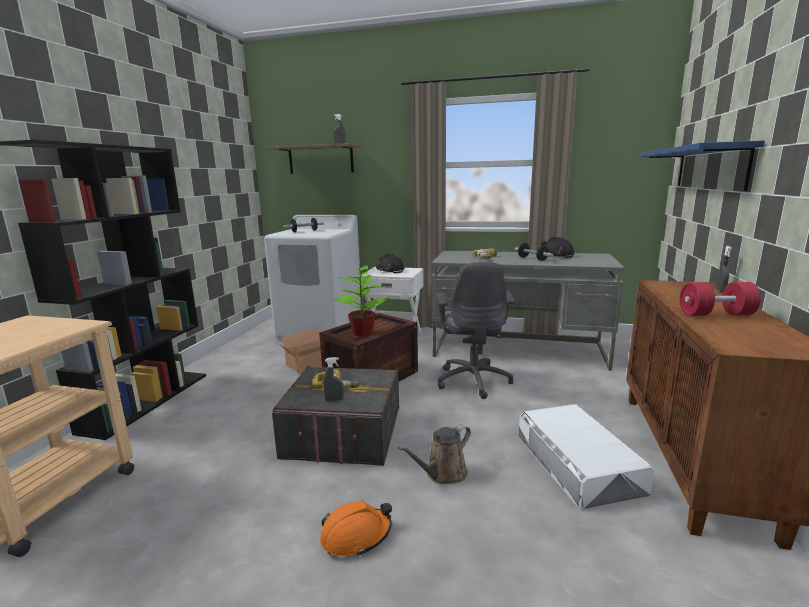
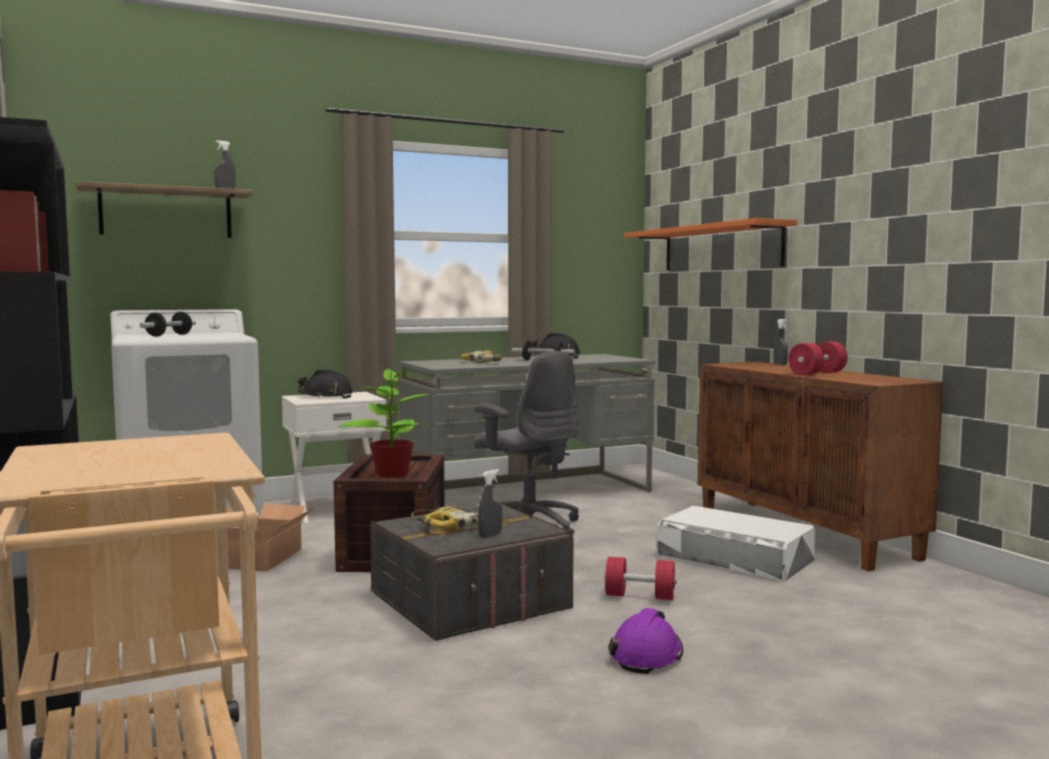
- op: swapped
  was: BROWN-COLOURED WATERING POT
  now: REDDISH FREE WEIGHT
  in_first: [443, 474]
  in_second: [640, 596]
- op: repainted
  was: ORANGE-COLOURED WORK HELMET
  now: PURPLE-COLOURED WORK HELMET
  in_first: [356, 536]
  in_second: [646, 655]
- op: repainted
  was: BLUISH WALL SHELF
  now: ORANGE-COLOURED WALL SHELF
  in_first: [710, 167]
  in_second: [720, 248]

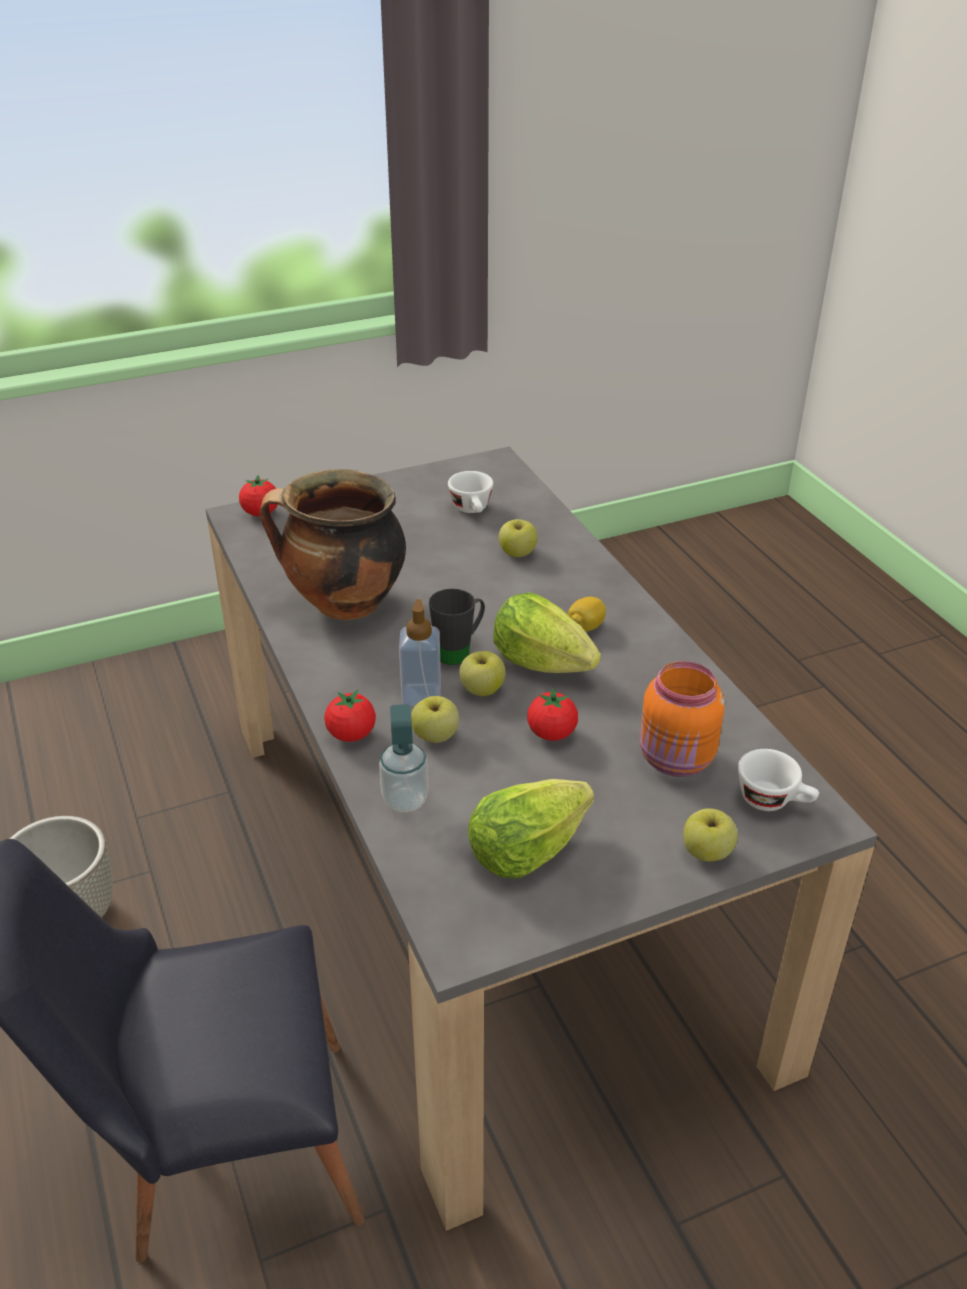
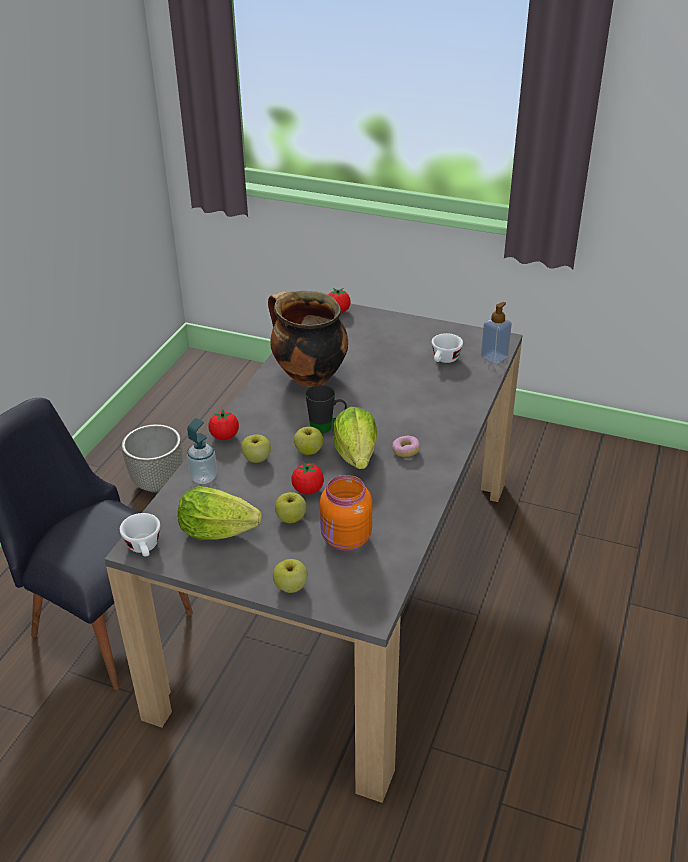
- op: shifted
  was: SOAP BOTTLE
  in_first: [421, 695]
  in_second: [494, 357]
- op: shifted
  was: APPLE FRUIT
  in_first: [518, 553]
  in_second: [291, 518]
- op: shifted
  was: WHITISH CUP
  in_first: [773, 800]
  in_second: [145, 548]
- op: swapped
  was: CITRUS FRUIT
  now: DONUT
  in_first: [585, 627]
  in_second: [406, 451]

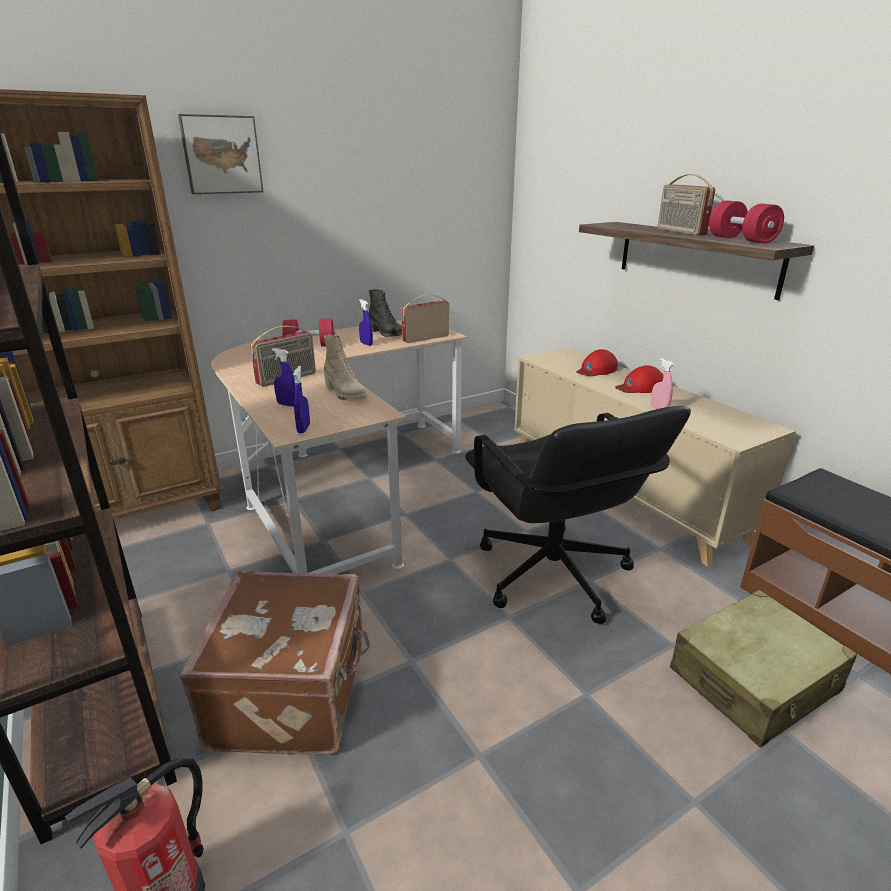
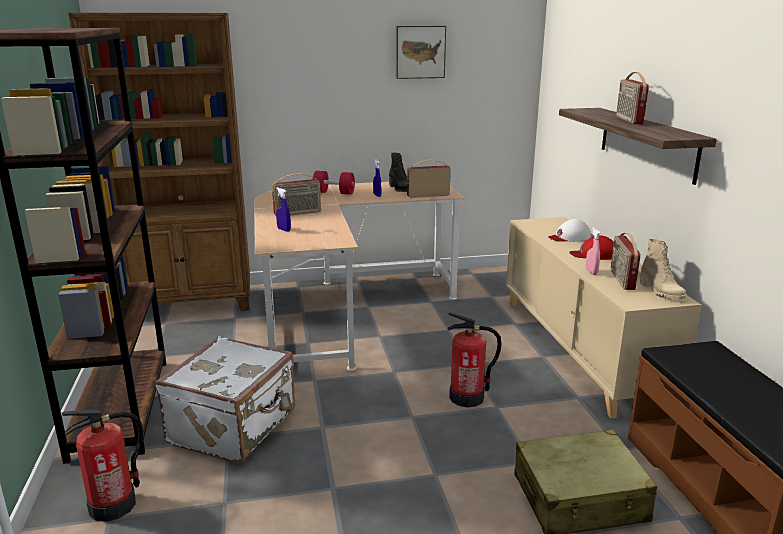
- op: gone
  was: BLUISH SPRAYER
  in_first: [303, 429]
- op: gone
  was: REDDISH FREE WEIGHT
  in_first: [741, 239]
- op: new
  now: RADIO RECEIVER
  in_second: [621, 280]
- op: shifted
  was: WALL PICTURE
  in_first: [221, 155]
  in_second: [419, 52]
- op: shifted
  was: SAND-COLOURED BOOT
  in_first: [345, 394]
  in_second: [660, 292]
- op: swapped
  was: BLACK OFFICE CHAIR
  now: FIRE EXTINGUISHER
  in_first: [552, 575]
  in_second: [467, 397]
- op: repainted
  was: BROWN-COLOURED SUITCASE
  now: WHITISH SUITCASE
  in_first: [294, 693]
  in_second: [235, 427]
- op: repainted
  was: REDDISH BASEBALL CAP
  now: WHITISH BASEBALL CAP
  in_first: [596, 370]
  in_second: [569, 237]

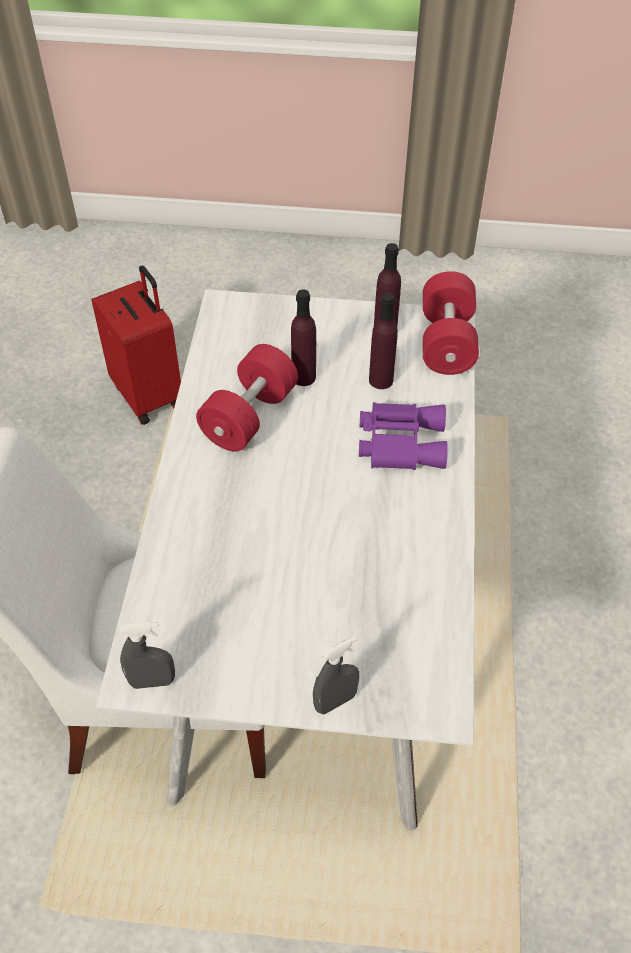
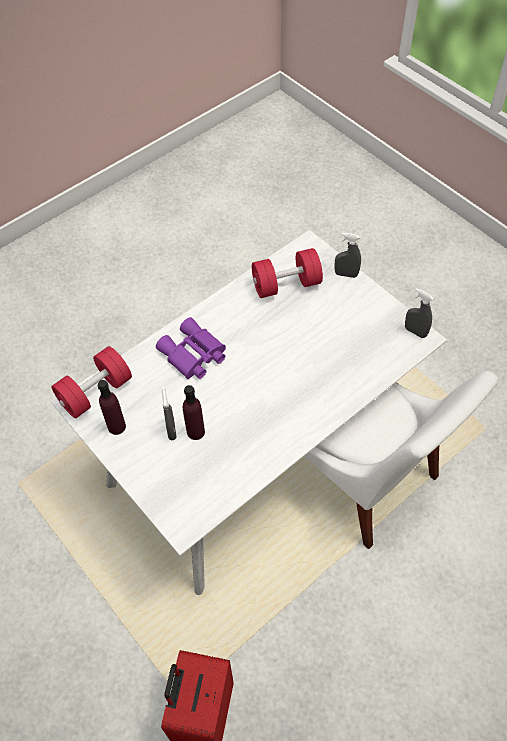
- op: gone
  was: PURPLE-COLOURED BEVERAGE BOTTLE
  in_first: [381, 380]
- op: new
  now: GRAY SPRAYER
  in_second: [171, 430]
- op: shifted
  was: REDDISH FREE WEIGHT
  in_first: [249, 416]
  in_second: [286, 284]

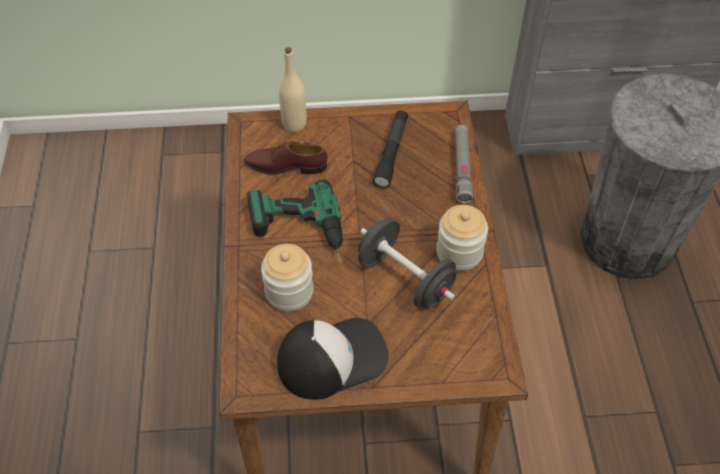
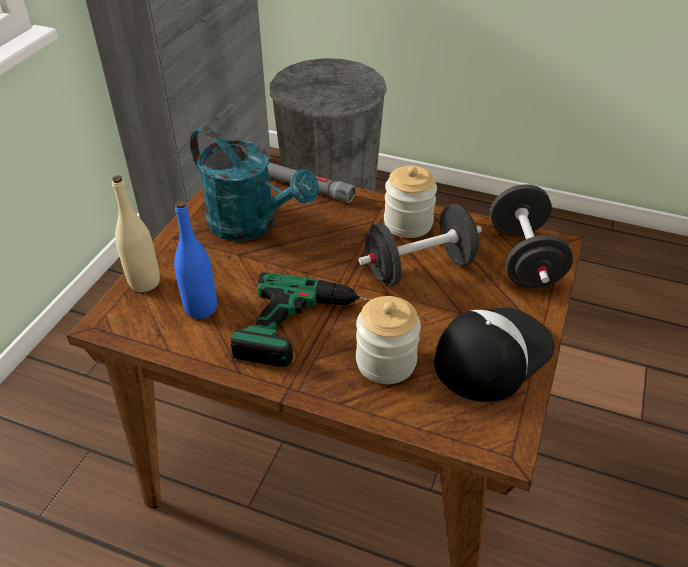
- op: new
  now: BLACK FREE WEIGHT
  in_second: [524, 258]
- op: swapped
  was: BROWN-COLOURED ITEM OF FOOTWEAR
  now: BLUISH BEVERAGE BOTTLE
  in_first: [286, 166]
  in_second: [201, 308]
- op: swapped
  was: BLACK HAND TORCH
  now: BLUE-GREEN WATERING POT
  in_first: [391, 153]
  in_second: [252, 225]
- op: rotated
  was: BASEBALL CAP
  in_first: [332, 357]
  in_second: [492, 353]
  clockwise: 45

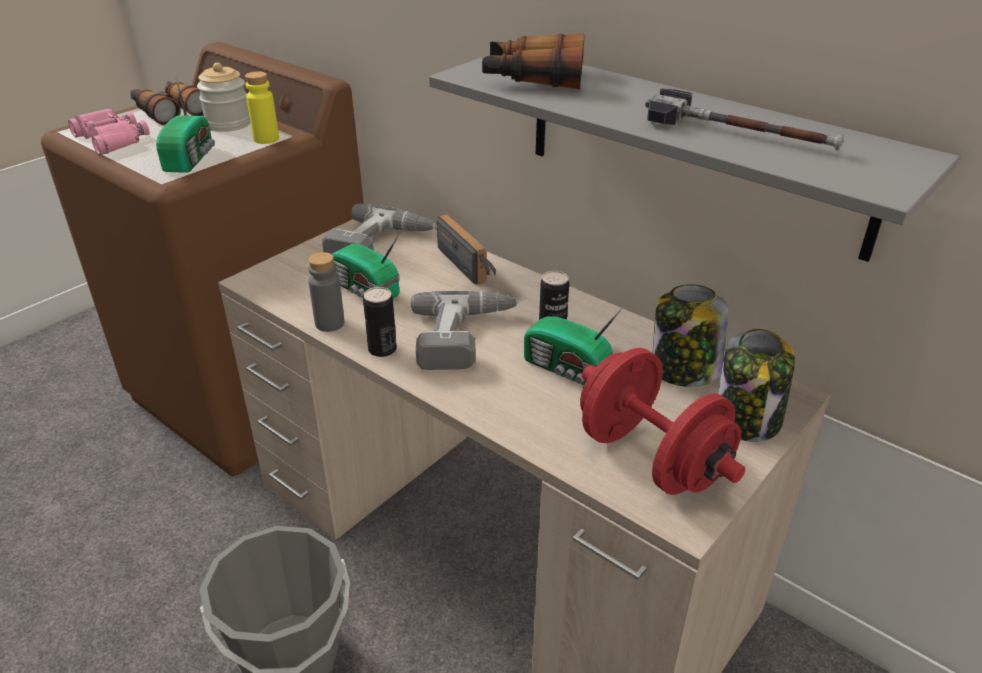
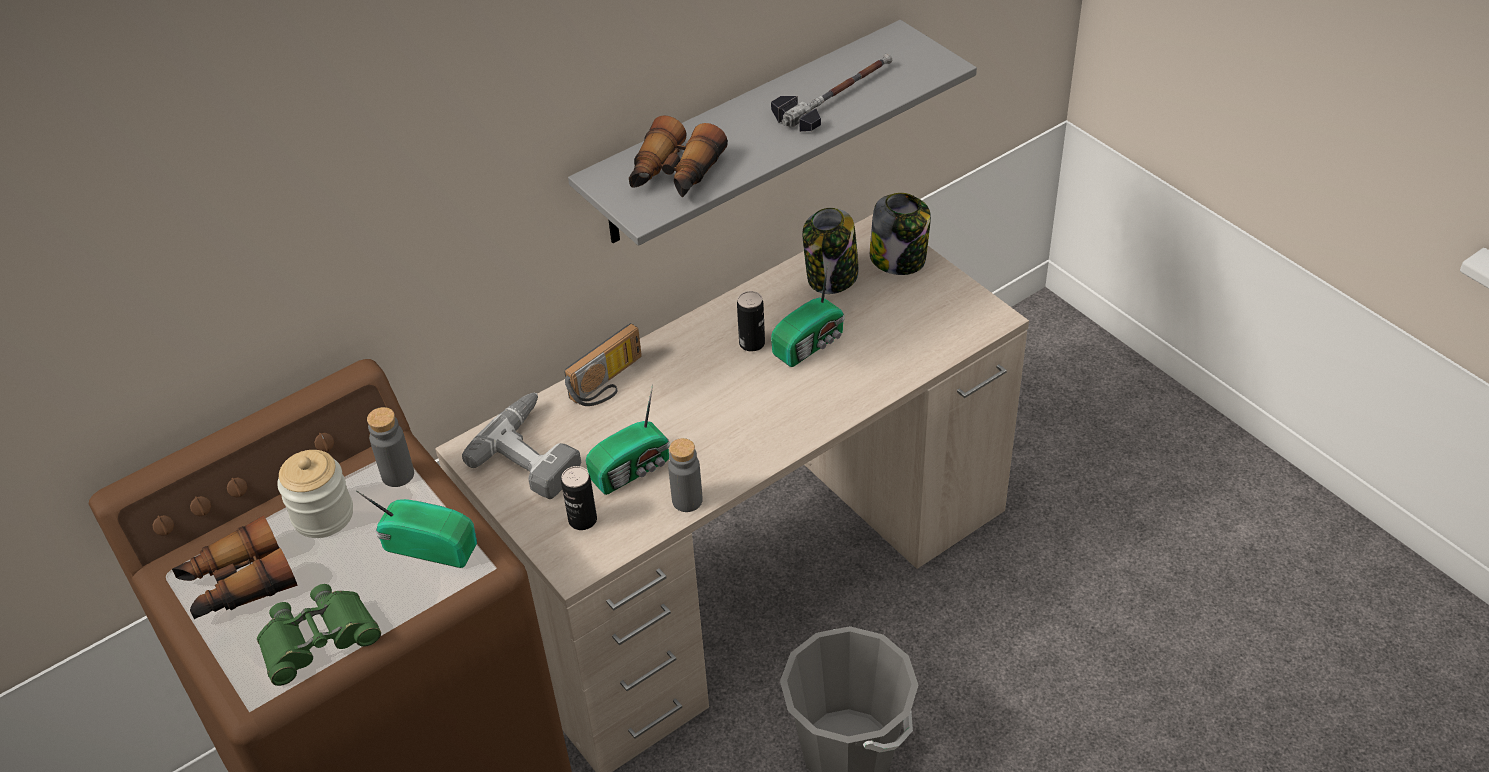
- op: gone
  was: ELECTRIC DRILL
  in_first: [465, 337]
- op: gone
  was: REDDISH FREE WEIGHT
  in_first: [651, 458]
- op: shifted
  was: CAN
  in_first: [382, 349]
  in_second: [582, 520]
- op: repainted
  was: PINK-COLOURED FIELD GLASSES
  now: GREEN FIELD GLASSES
  in_first: [111, 139]
  in_second: [318, 639]
- op: repainted
  was: YELLOWISH BEVERAGE BOTTLE
  now: GRAY BEVERAGE BOTTLE
  in_first: [266, 139]
  in_second: [398, 475]
- op: rotated
  was: RADIO RECEIVER
  in_first: [470, 264]
  in_second: [609, 383]
  clockwise: 150

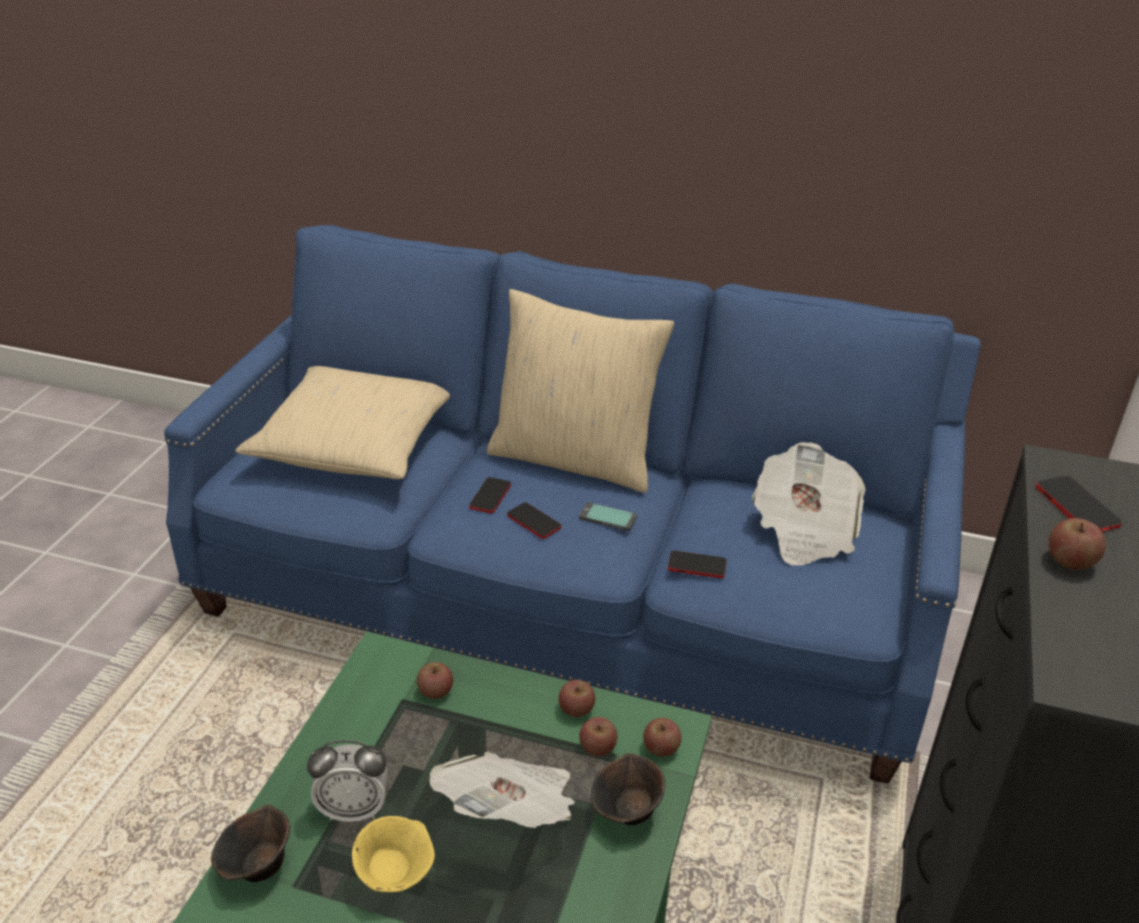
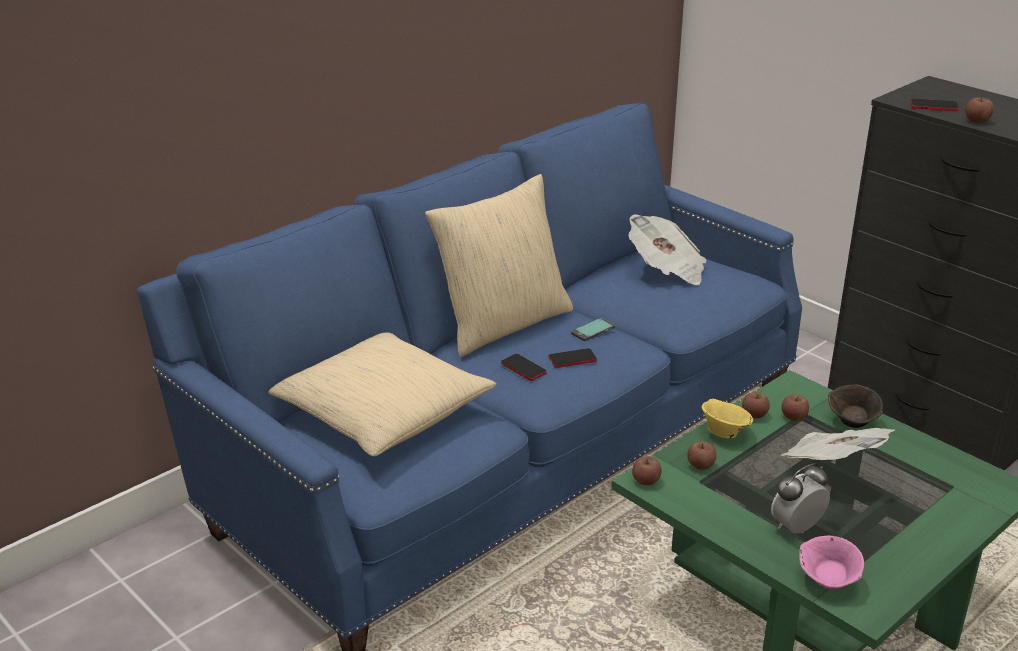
- op: gone
  was: HANDSET
  in_first: [697, 565]
- op: shifted
  was: YELLOWISH SERVING BOWL
  in_first: [395, 874]
  in_second: [724, 432]
- op: shifted
  was: APPLE FRUIT
  in_first: [661, 748]
  in_second: [646, 480]
- op: repainted
  was: BROWN-COLOURED SERVING BOWL
  now: PINK-COLOURED SERVING BOWL
  in_first: [257, 866]
  in_second: [828, 582]
- op: rotated
  was: ALARM CLOCK
  in_first: [353, 809]
  in_second: [796, 528]
  clockwise: -150

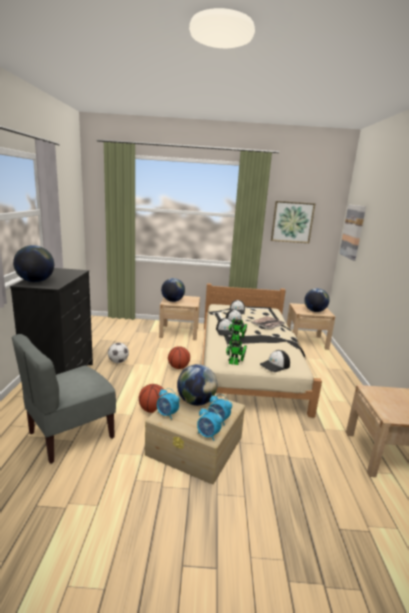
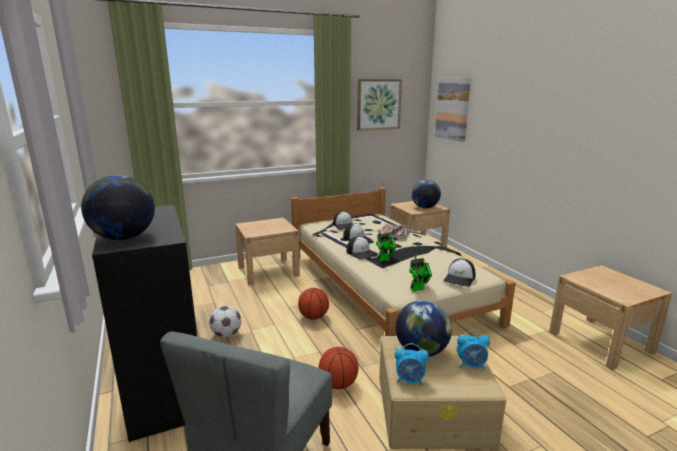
- op: gone
  was: DESK GLOBE
  in_first: [172, 301]
- op: gone
  was: ALARM CLOCK
  in_first: [208, 435]

